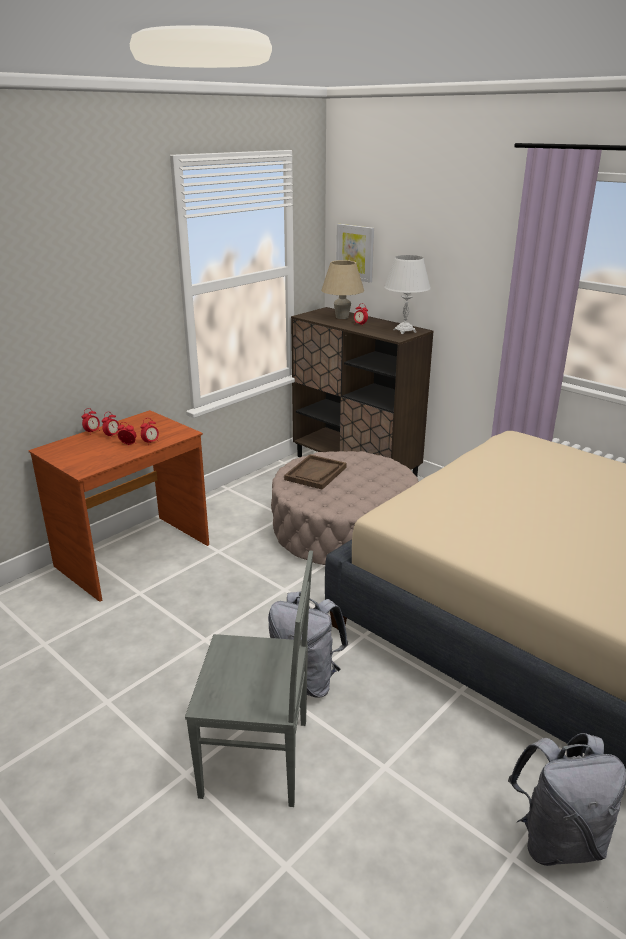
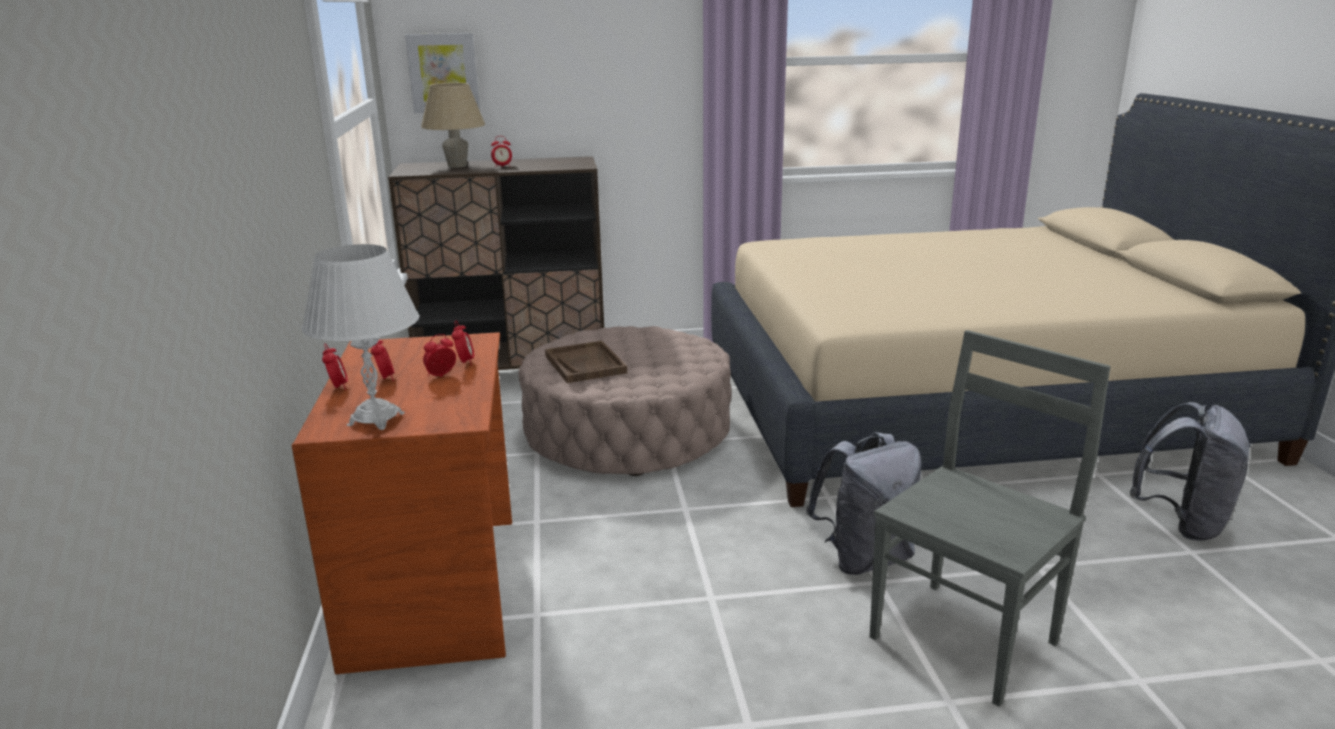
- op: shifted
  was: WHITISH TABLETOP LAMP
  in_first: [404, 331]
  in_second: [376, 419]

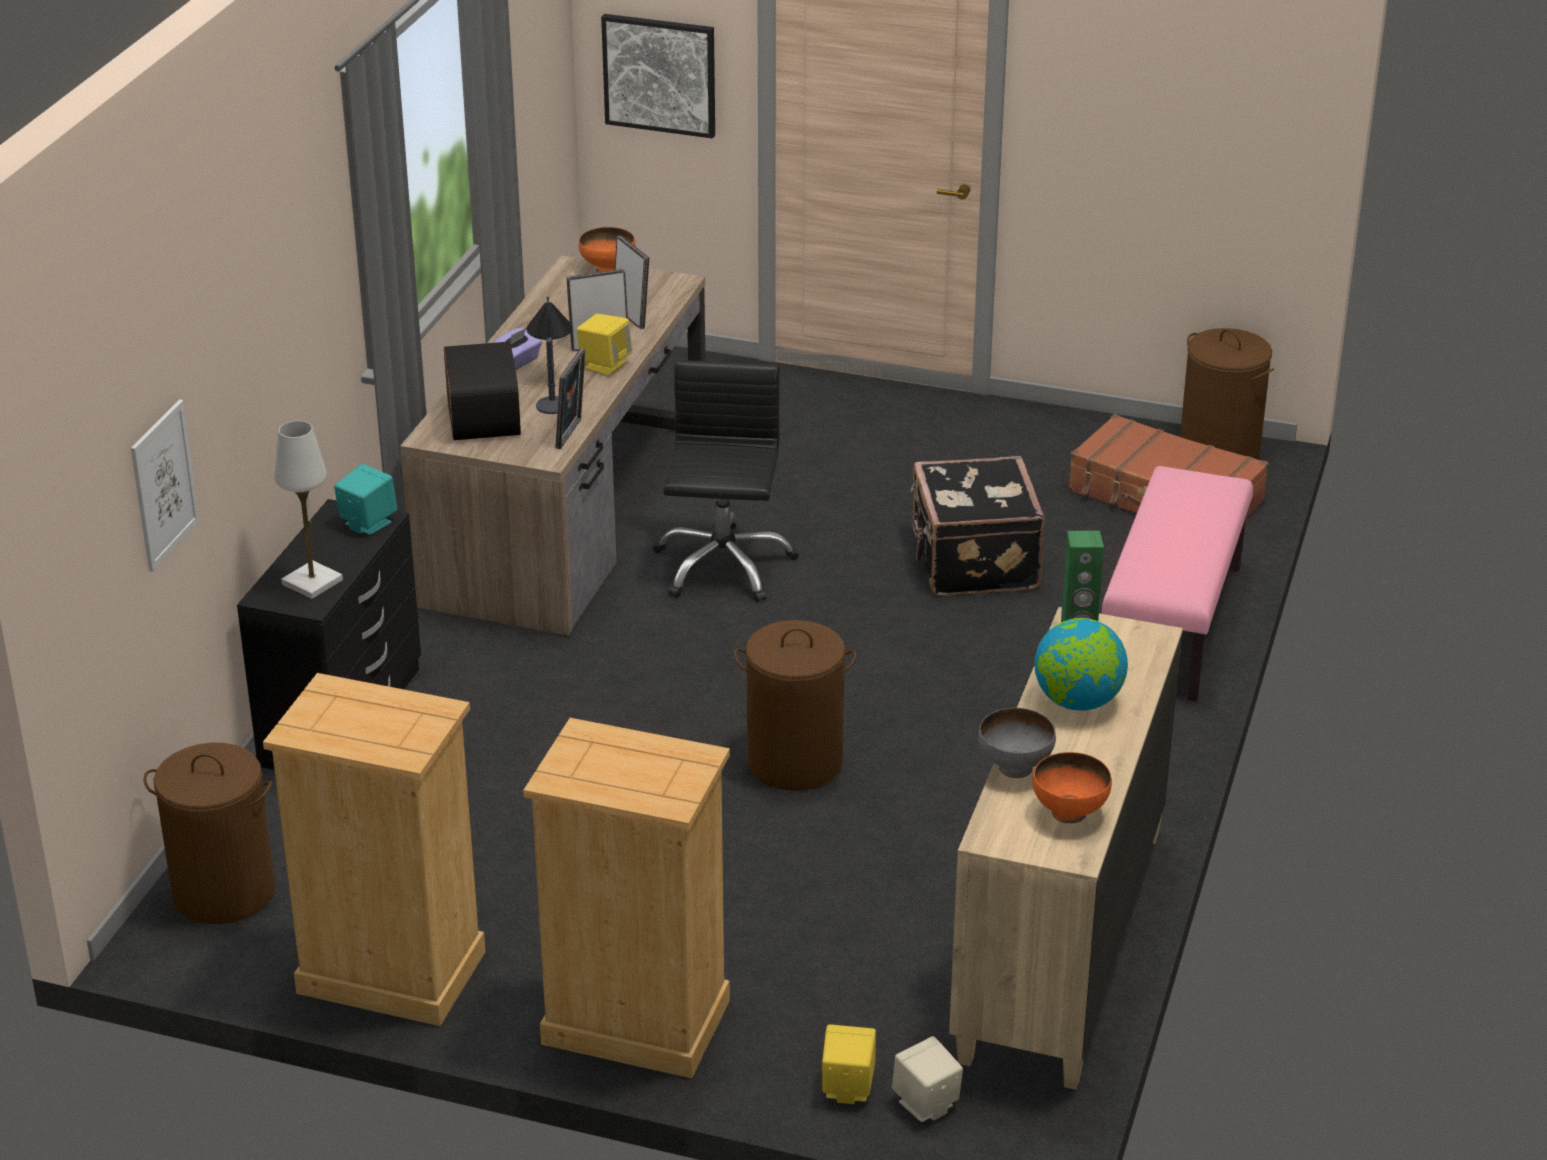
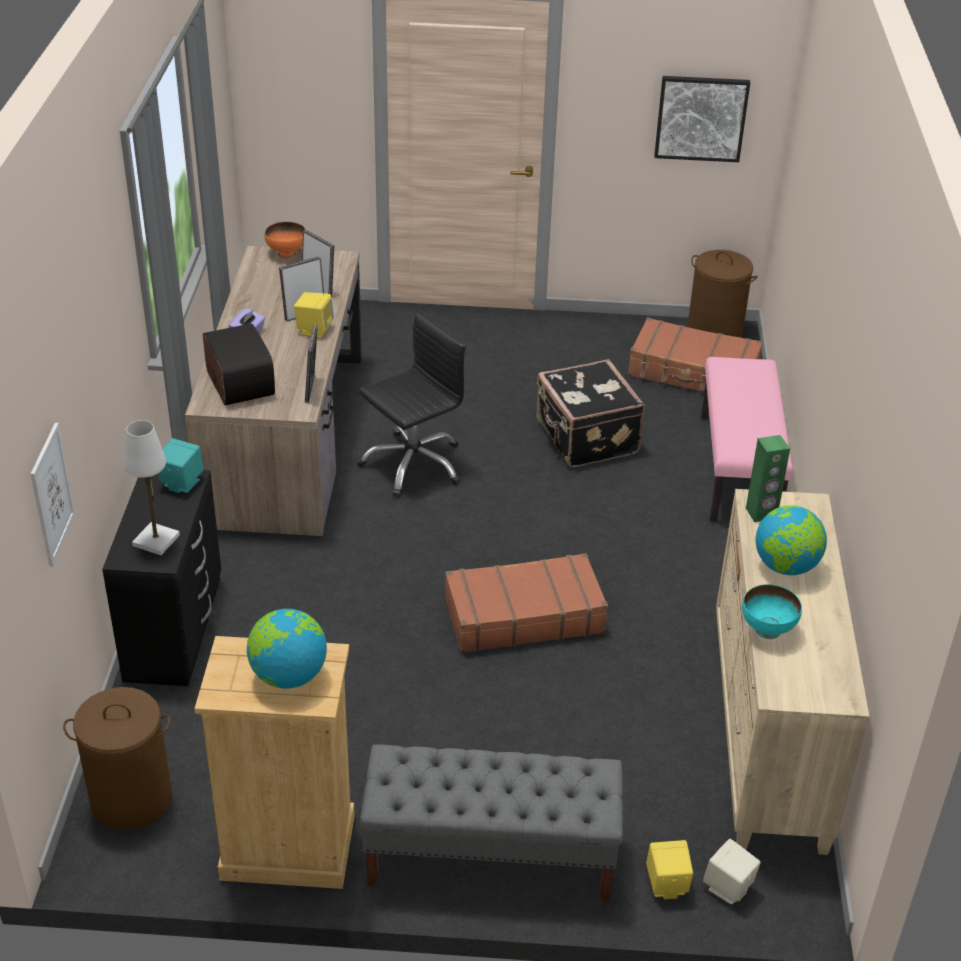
- op: gone
  was: TABLETOP LAMP
  in_first: [551, 389]
- op: gone
  was: ORANGE-COLOURED SERVING BOWL
  in_first: [1069, 813]
- op: new
  now: DESK GLOBE
  in_second: [288, 676]
- op: shifted
  was: WALL PICTURE
  in_first: [660, 74]
  in_second: [701, 118]
- op: swapped
  was: SAND-COLOURED DRESSER
  now: GRAY LONG SEAT
  in_first: [635, 1022]
  in_second: [489, 857]
- op: swapped
  was: BROWN-COLOURED LAUNDRY BASKET
  now: BROWN-COLOURED SUITCASE
  in_first: [794, 762]
  in_second: [523, 616]
- op: repainted
  was: GRAY SERVING BOWL
  now: BLUE-GREEN SERVING BOWL
  in_first: [1015, 767]
  in_second: [767, 629]
- op: rotated
  was: BLACK OFFICE CHAIR
  in_first: [722, 566]
  in_second: [413, 464]
  clockwise: 60

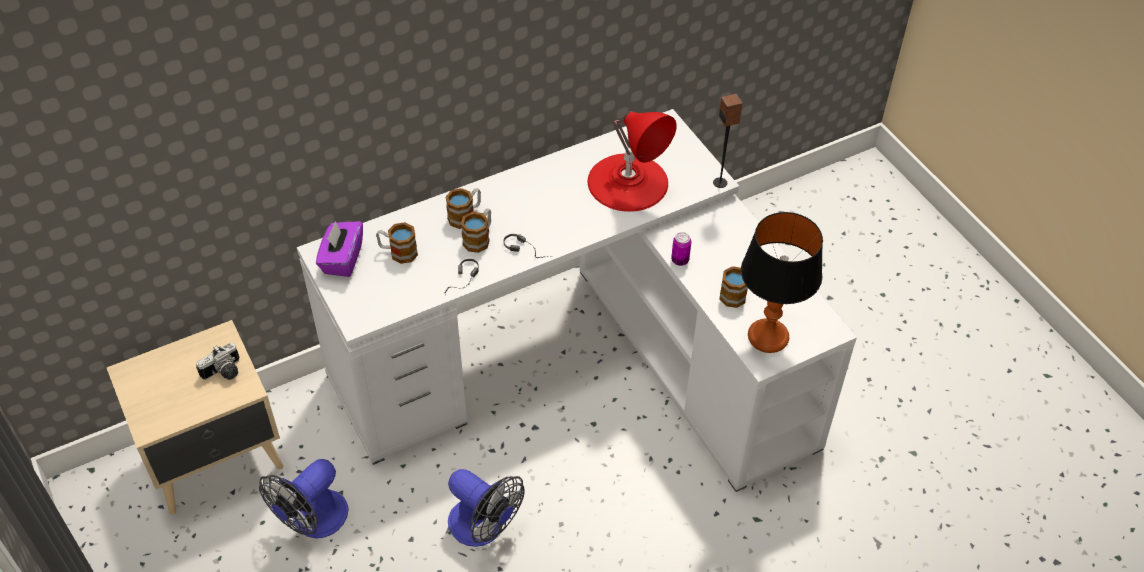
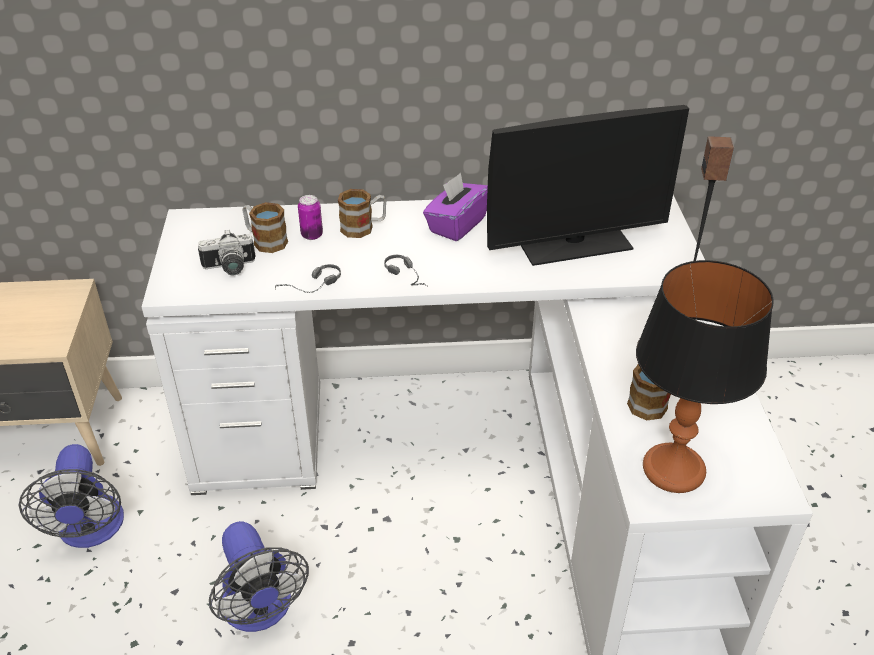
- op: gone
  was: TEA MUG
  in_first: [479, 238]
- op: shifted
  was: PHOTO CAMERA
  in_first: [224, 372]
  in_second: [229, 268]
- op: shifted
  was: PURPLE-COLOURED TISSUE HOLDER
  in_first: [342, 259]
  in_second: [456, 225]
- op: shifted
  was: CAN
  in_first: [680, 260]
  in_second: [312, 235]
- op: swapped
  was: REDDISH TABLETOP LAMP
  now: COMPUTER SCREEN
  in_first: [628, 182]
  in_second: [574, 244]
- op: rotated
  was: ELECTRIC FAN
  in_first: [313, 521]
  in_second: [91, 531]
  clockwise: -75

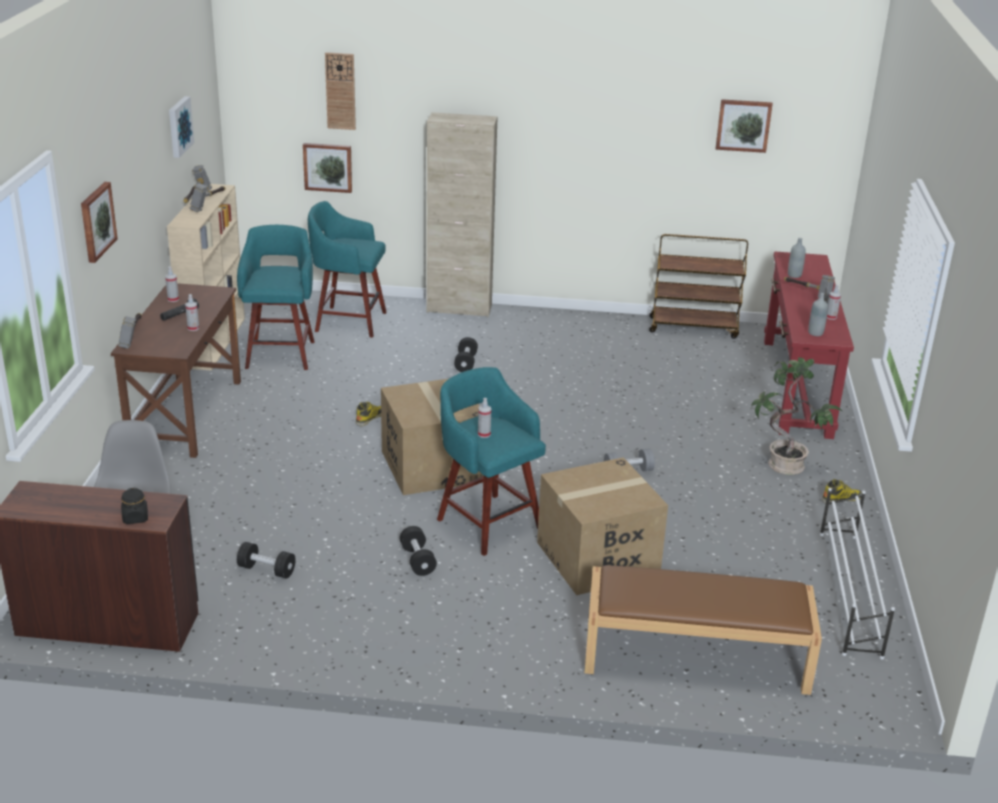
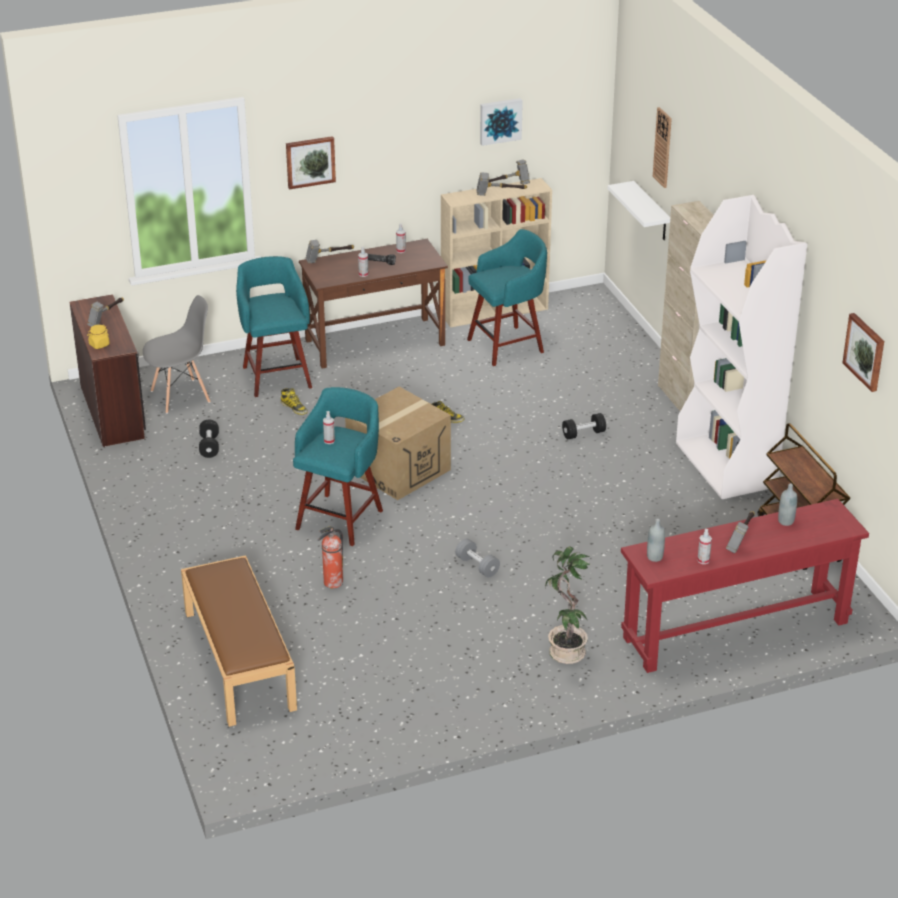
- op: gone
  was: BLACK FREE WEIGHT
  in_first: [417, 560]
- op: gone
  was: WHITISH SHOE RACK
  in_first: [849, 593]
- op: new
  now: TOOL HAMMER
  in_second: [107, 318]
- op: new
  now: WHITISH SHELVING UNIT
  in_second: [726, 465]
- op: shifted
  was: BLUE-GREEN SITTING STOOL
  in_first: [348, 321]
  in_second: [276, 376]
- op: shifted
  was: BOOT
  in_first: [841, 498]
  in_second: [294, 408]
- op: swapped
  was: WALL PICTURE
  now: WHITISH WALL SHELF
  in_first: [328, 167]
  in_second: [651, 212]
- op: swapped
  was: PACKING BOX
  now: FIRE EXTINGUISHER
  in_first: [597, 558]
  in_second: [332, 583]
- op: repainted
  was: BLACK STORAGE JAR
  now: YELLOWISH STORAGE JAR
  in_first: [135, 518]
  in_second: [99, 345]

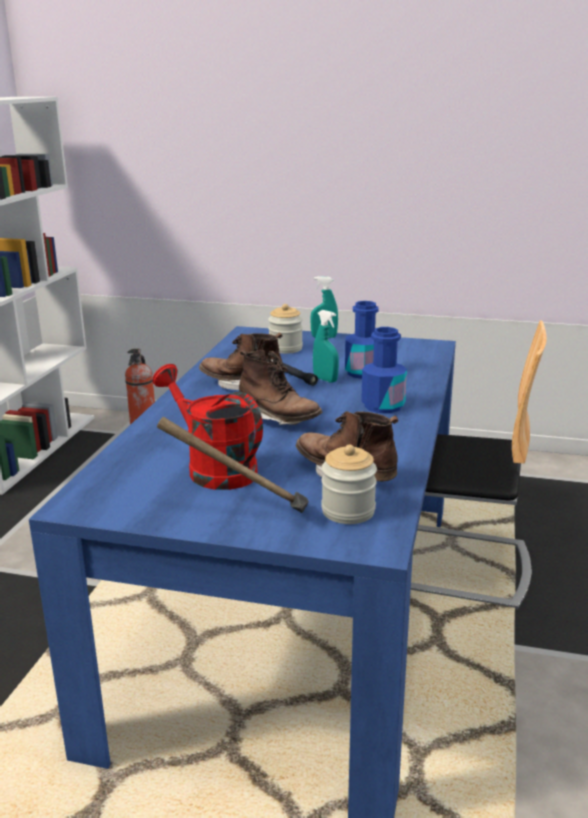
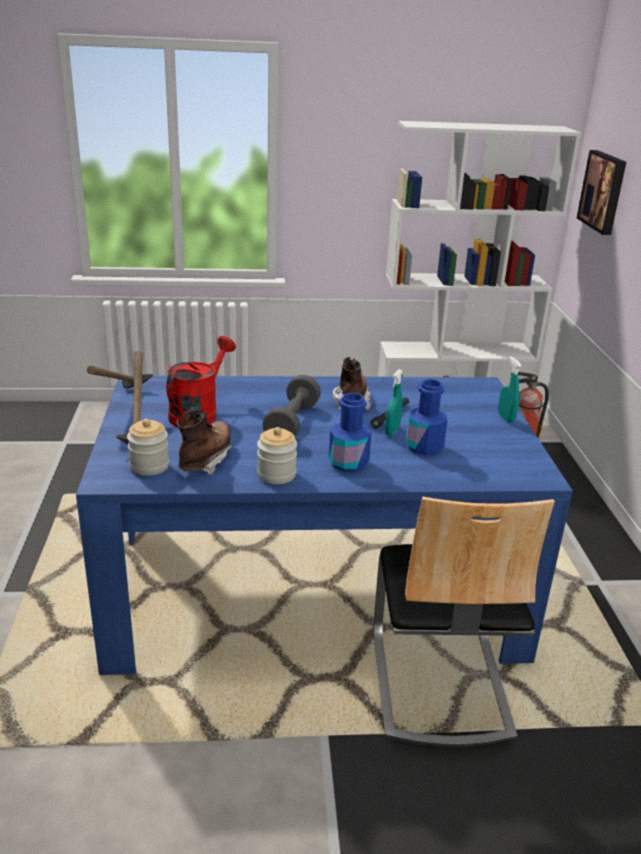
- op: new
  now: TOOL HAMMER
  in_second: [122, 404]
- op: new
  now: WALL PICTURE
  in_second: [604, 191]
- op: shifted
  was: STORAGE JAR
  in_first: [285, 348]
  in_second: [276, 474]
- op: swapped
  was: BROWN-COLOURED BOOT
  now: GRAY FREE WEIGHT
  in_first: [278, 420]
  in_second: [292, 423]

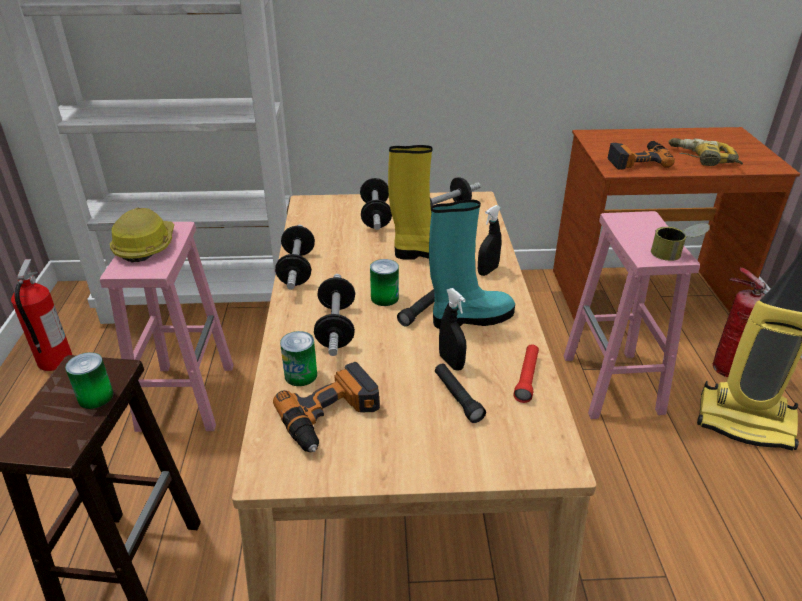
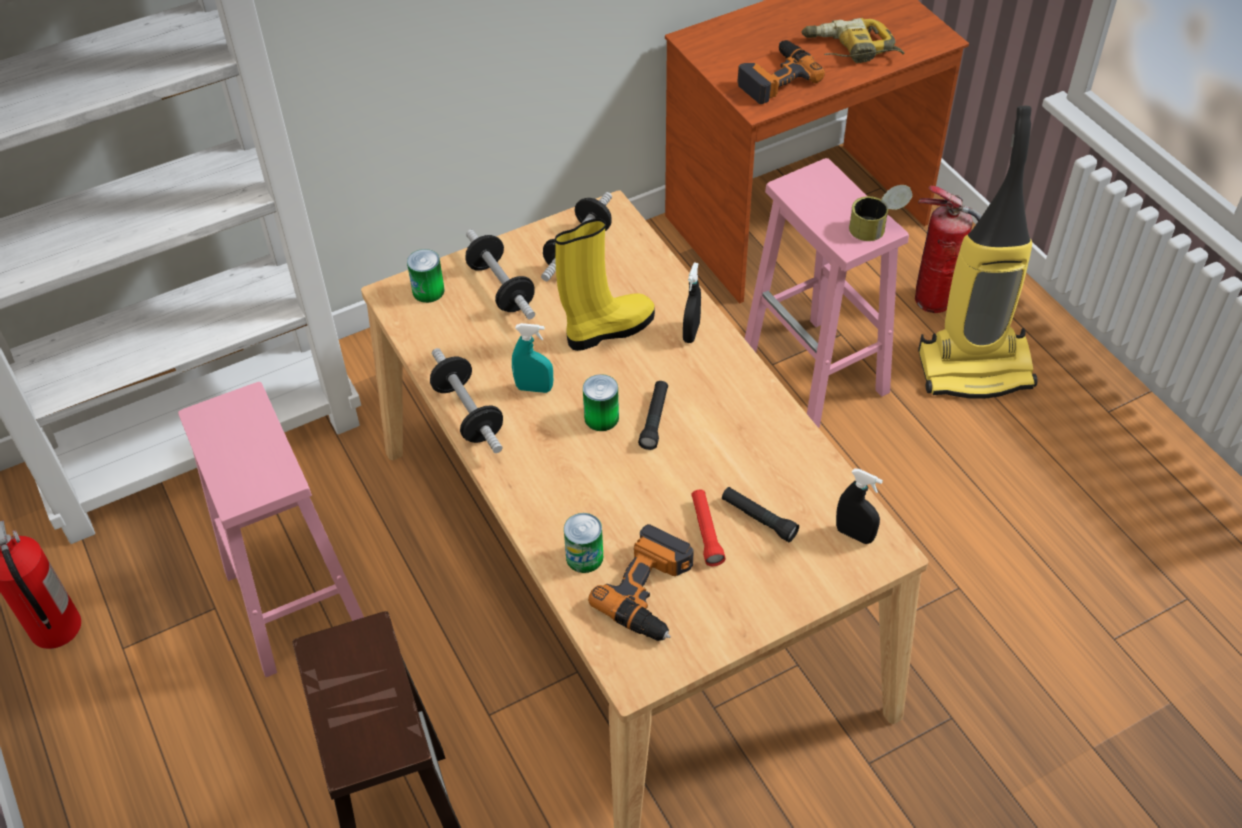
- op: gone
  was: WORK HELMET
  in_first: [145, 246]
- op: gone
  was: FREE WEIGHT
  in_first: [336, 327]
- op: gone
  was: BLUE-GREEN BOOT
  in_first: [470, 318]
- op: new
  now: BLUE-GREEN SPRAYER
  in_second: [534, 388]
- op: shifted
  was: CAN
  in_first: [95, 397]
  in_second: [428, 291]
- op: shifted
  was: BLACK SPRAYER
  in_first: [451, 362]
  in_second: [854, 534]
- op: shifted
  was: REDDISH HAND TORCH
  in_first: [526, 378]
  in_second: [706, 532]

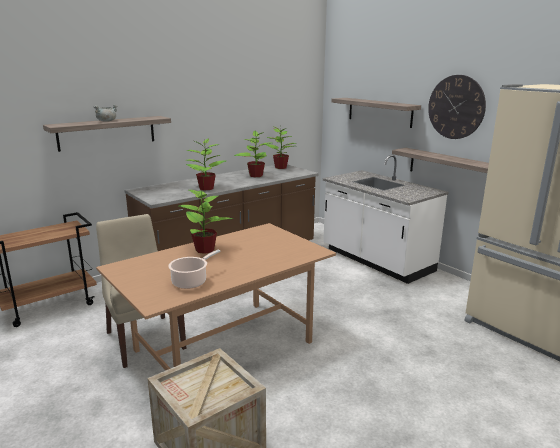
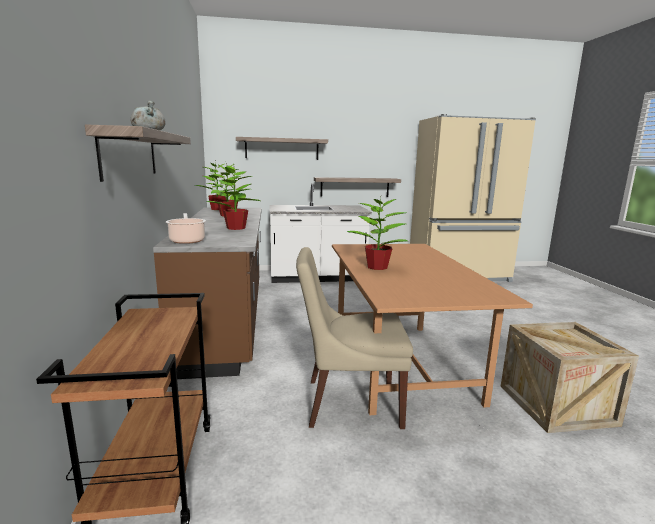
- op: gone
  was: CLOCK ON THE WALL
  in_first: [456, 107]
- op: shifted
  was: COOKING POT
  in_first: [191, 281]
  in_second: [187, 240]

